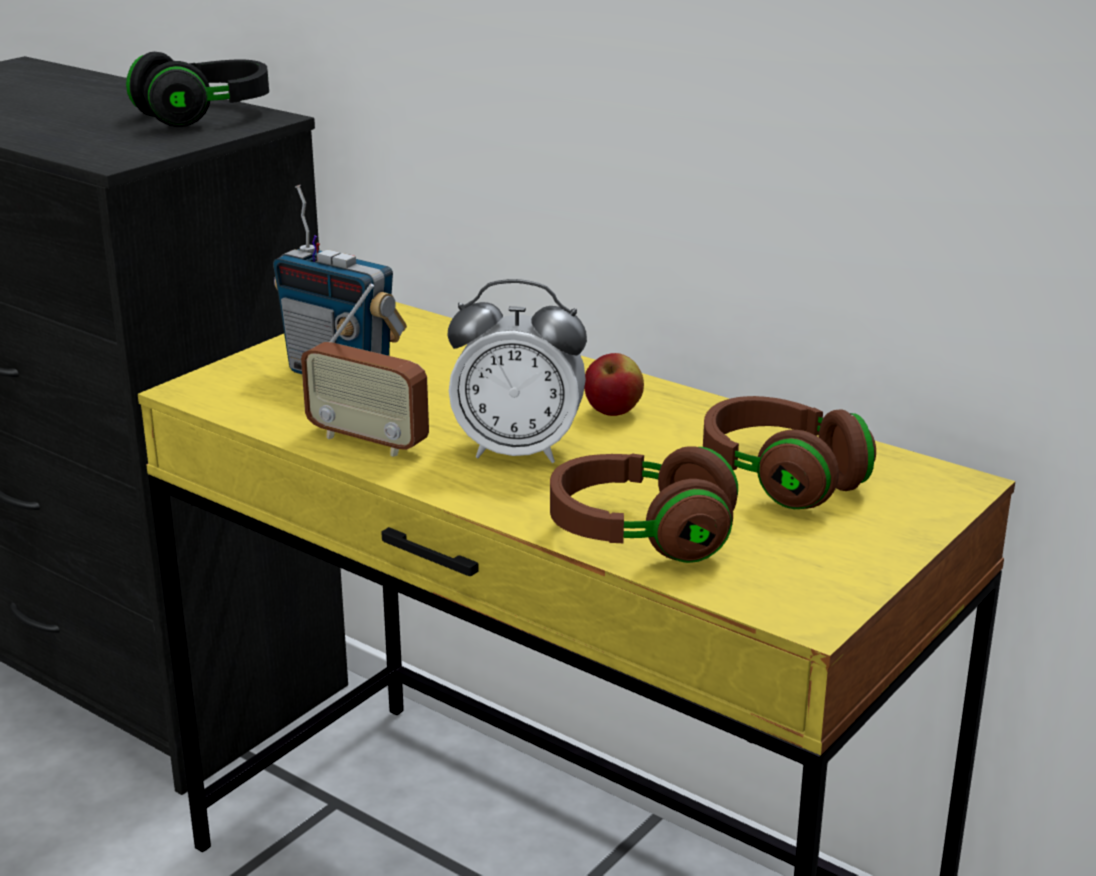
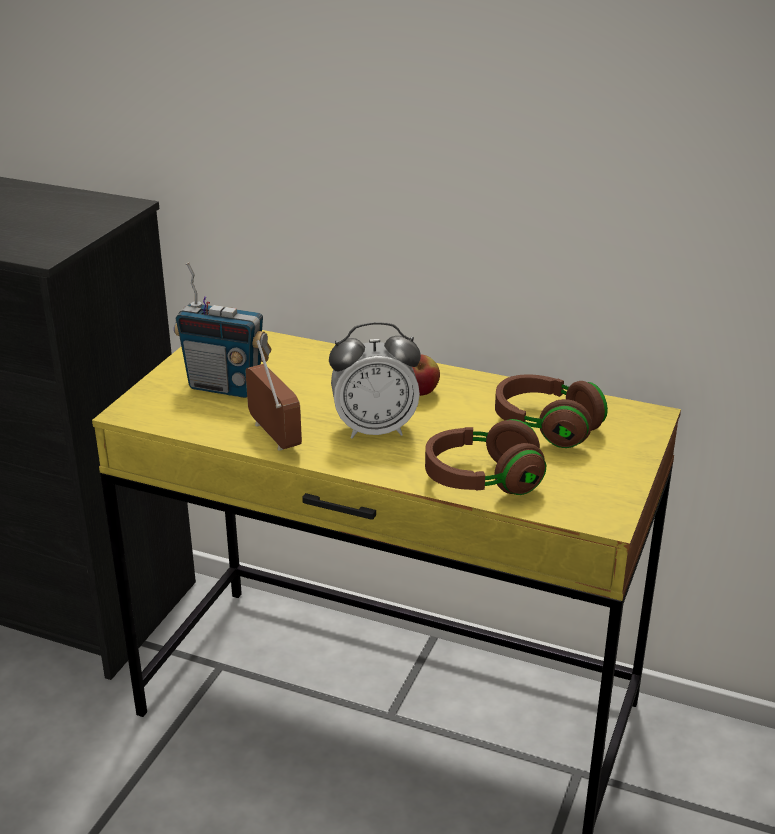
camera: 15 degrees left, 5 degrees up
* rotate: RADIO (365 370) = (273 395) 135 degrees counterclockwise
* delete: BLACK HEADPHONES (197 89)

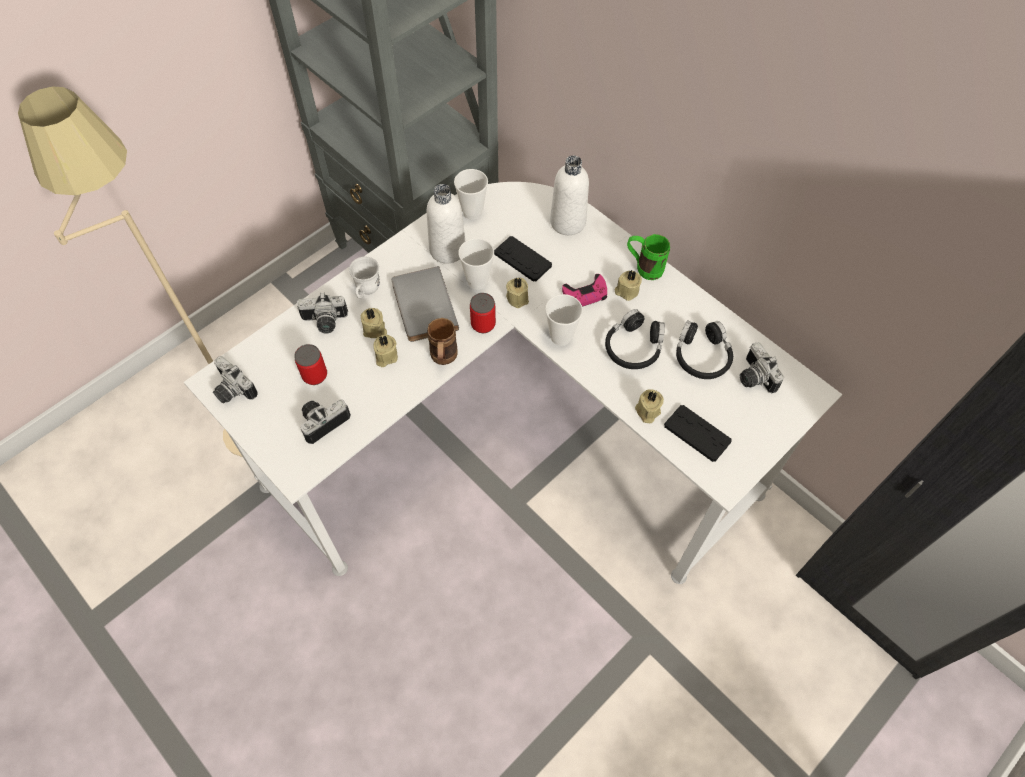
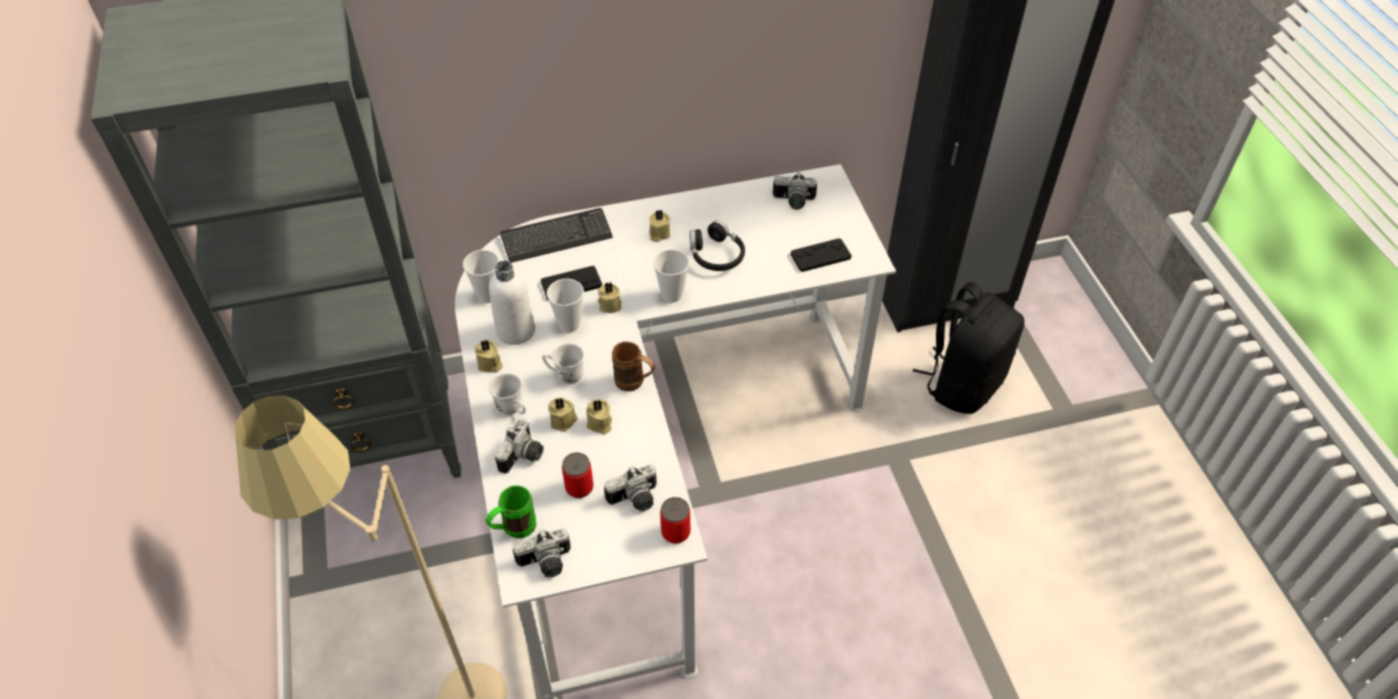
camera: 60 degrees left, 10 degrees down
* move: BEIGE CANDLE (649 406) to (489 355)
* move: GREEN MUG (648 257) to (511 512)
* replace: WHITE BOTTLE (569 195) to KEYBOARD (556 235)
* replace: GREY BOOK (425 304) to WHITE MUG (563 363)
* rotate: PHOTO CAMERA (325 421) = (630 488) 105 degrees counterclockwise
* move: CAN (483 313) to (675 520)
* insert: BLACK BACKPACK (969 348)
* delete: PINK GAME CONTROLLER (584 290)
* delete: BLACK HEADPHONES (704 350)

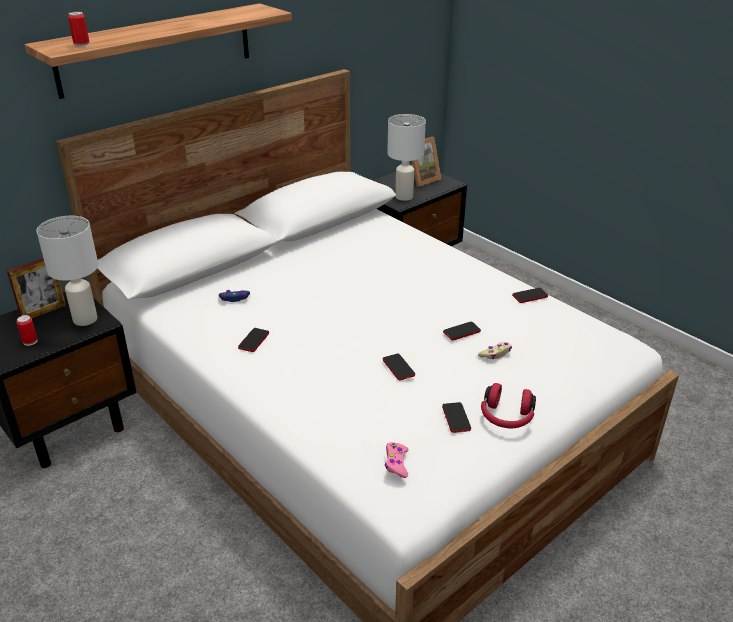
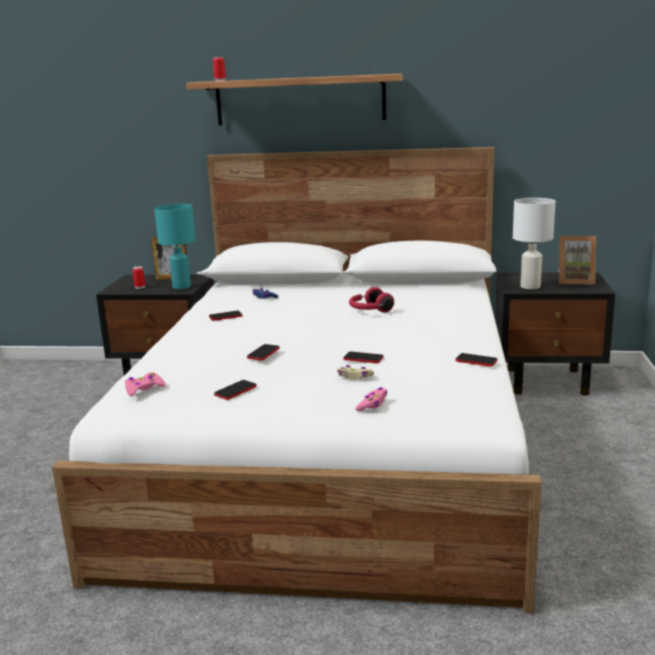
camera: 50 degrees right, 15 degrees down
* recolor: WHITE TABLE LAMP (67 271) to TURQUOISE TABLE LAMP (175 246)
* move: RED HEADPHONES (508 405) to (371 300)
* insert: PINK GAME CONTROLLER (371 399)

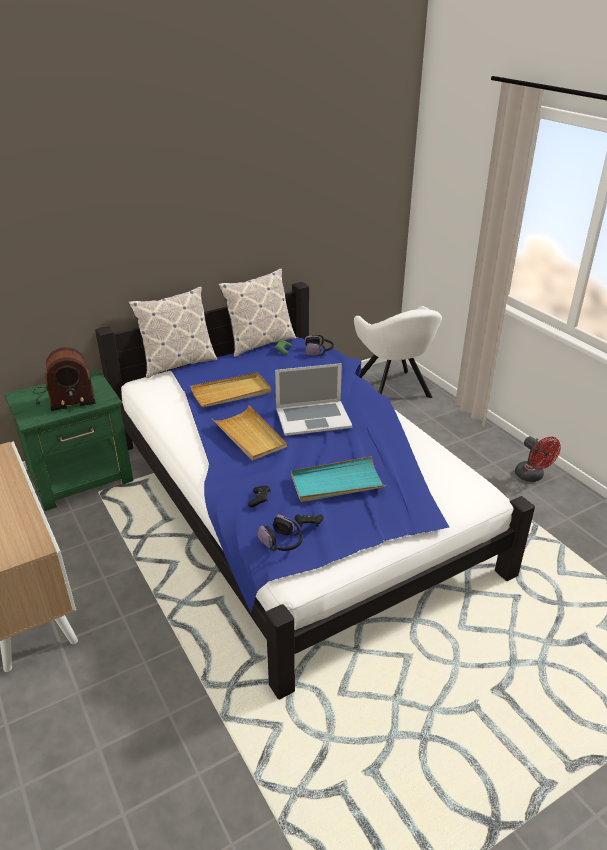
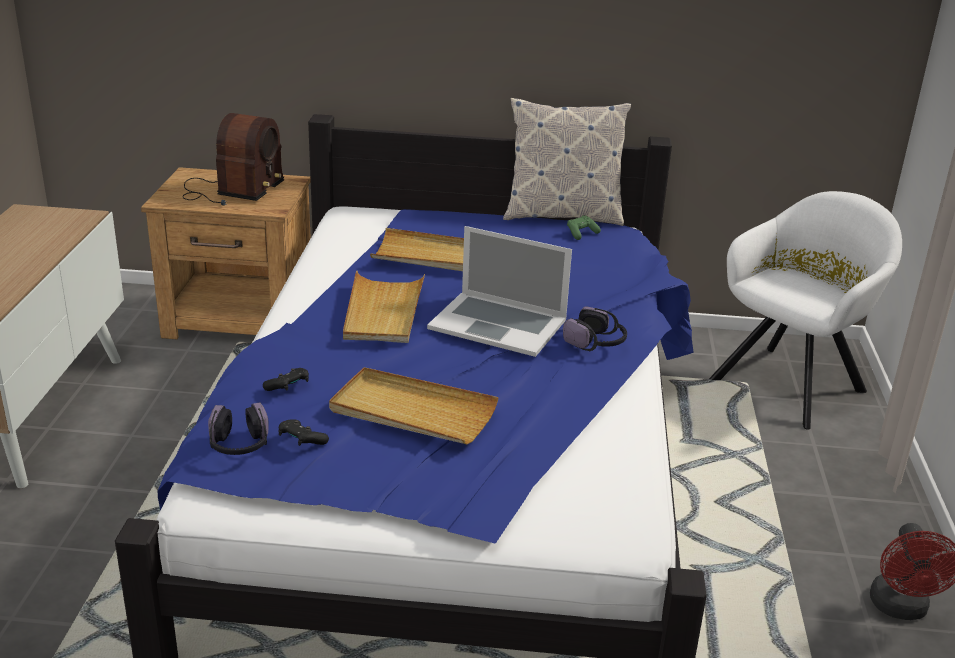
camera: 35 degrees right, 5 degrees down
* recolor: GREEN NIGHTSTAND (68 440) to BROWN NIGHTSTAND (226 253)
* rotate: RADIO (64 379) = (233 159) 90 degrees counterclockwise
* recolor: TURQUOISE TRAY (339 479) to BEIGE TRAY (414 405)
* move: HEADPHONES (319 345) to (595 328)
* rotate: WHITE ARMCHAIR (398 352) = (805 310) 150 degrees counterclockwise
* delete: PILLOW (172 332)

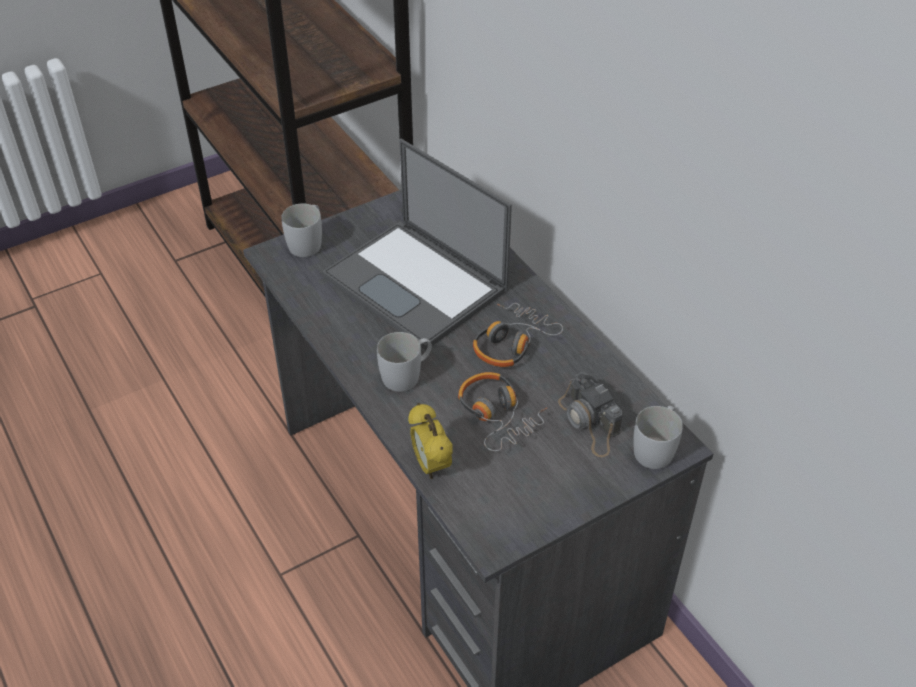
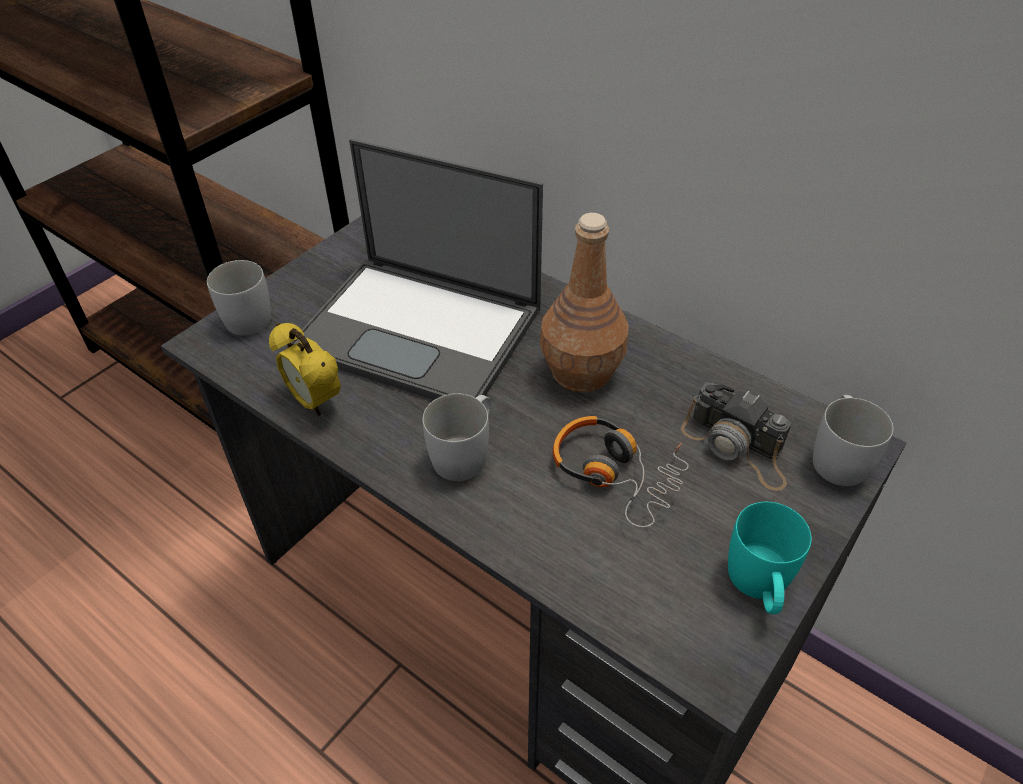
camera: 20 degrees left, 0 degrees up
* move: ALARM CLOCK (430 441) to (305 369)
* replace: HEADPHONES (518 335) to BROWN BOTTLE (584 302)
* insert: TURQUOISE MUG (770 558)

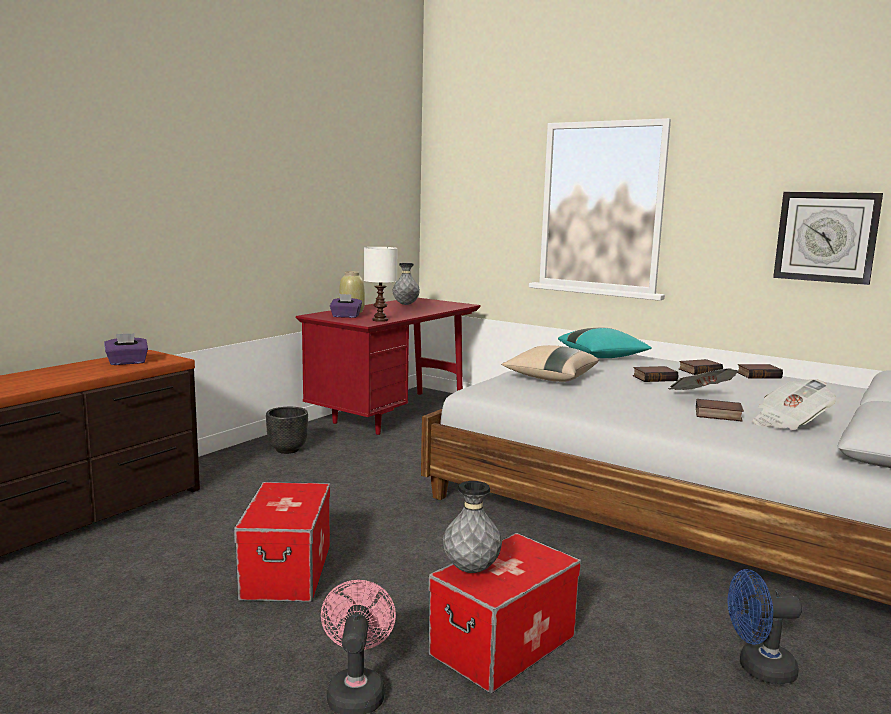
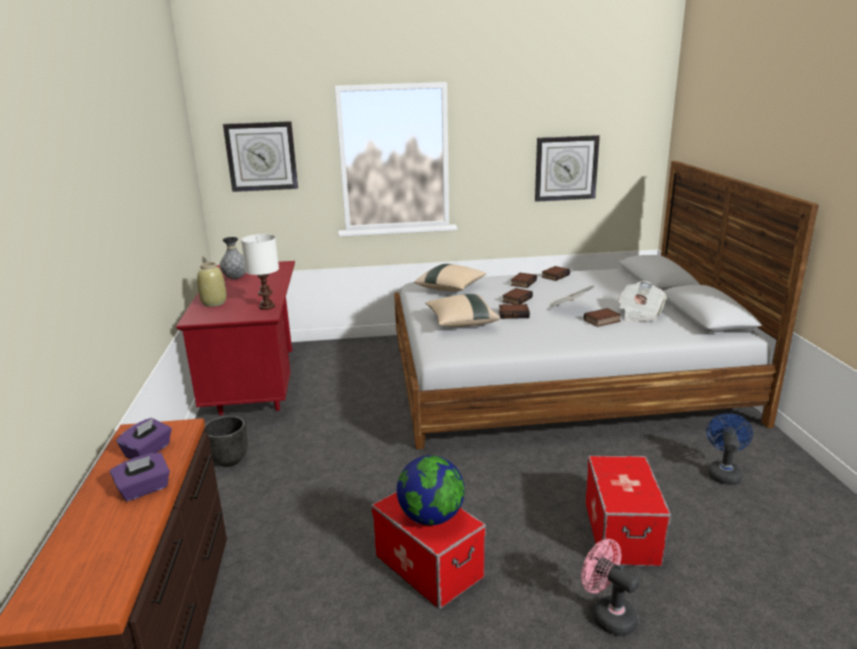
camera: 40 degrees left, 10 degrees up
* move: PURPLE TISSUE BOX (346 306) to (140 477)
* insert: WALL CLOCK (260 156)
* insert: GLOBE (431 490)
* recolor: TURQUOISE PILLOW (605 343) to BEIGE PILLOW (450 277)
* insert: BOOK (514 311)
* rotate: BLUE FAN (765 626) = (730 449) 150 degrees clockwise
* delete: GREY VASE (472 527)

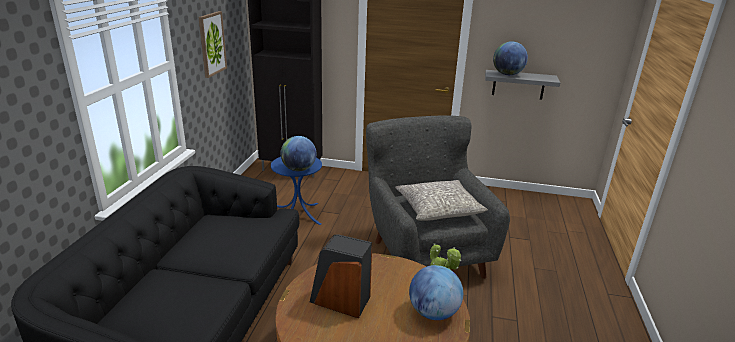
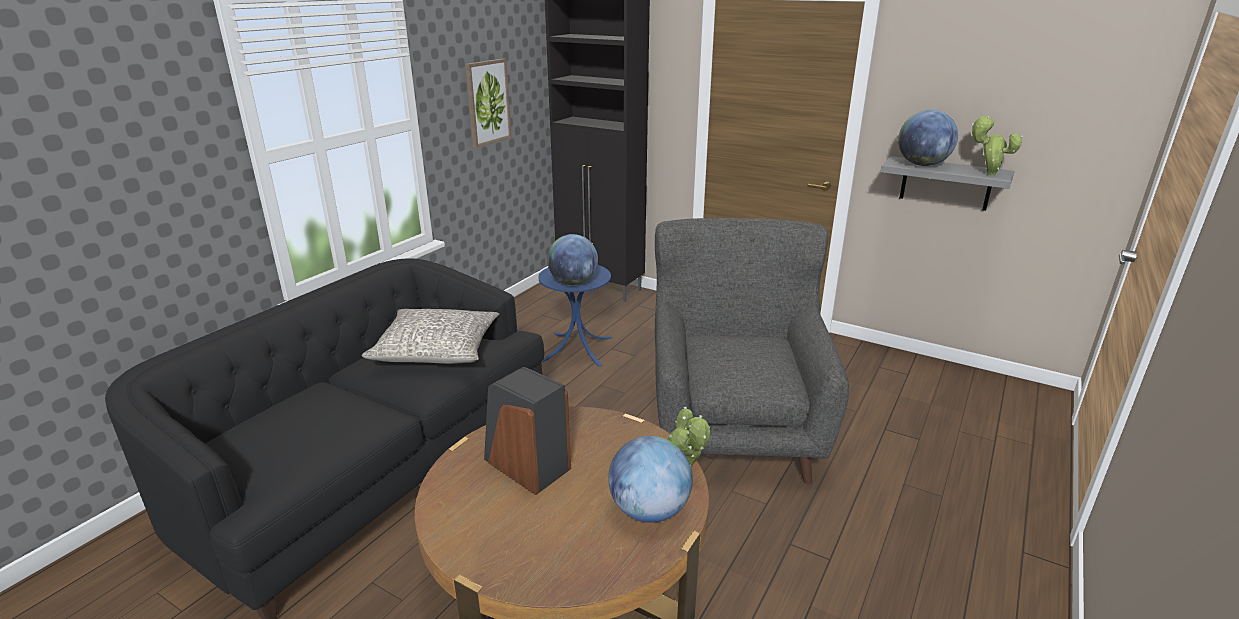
camera: 20 degrees right, 0 degrees up
* move: GREY PILLOW (441 200) to (430 336)
* insert: POTTED PLANT (997 145)

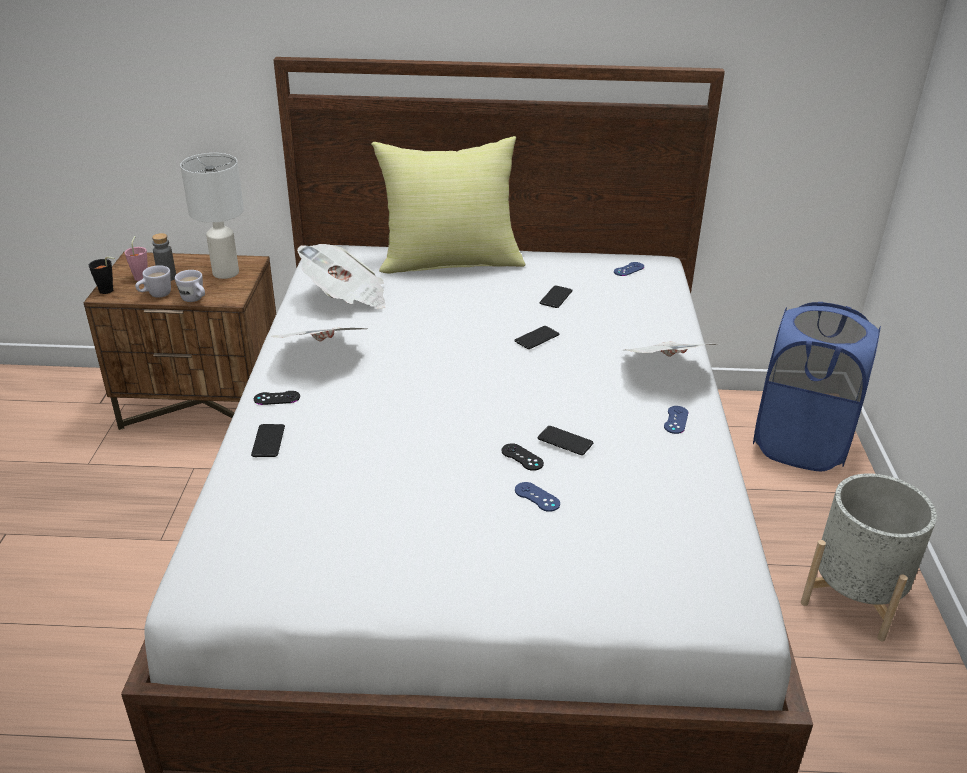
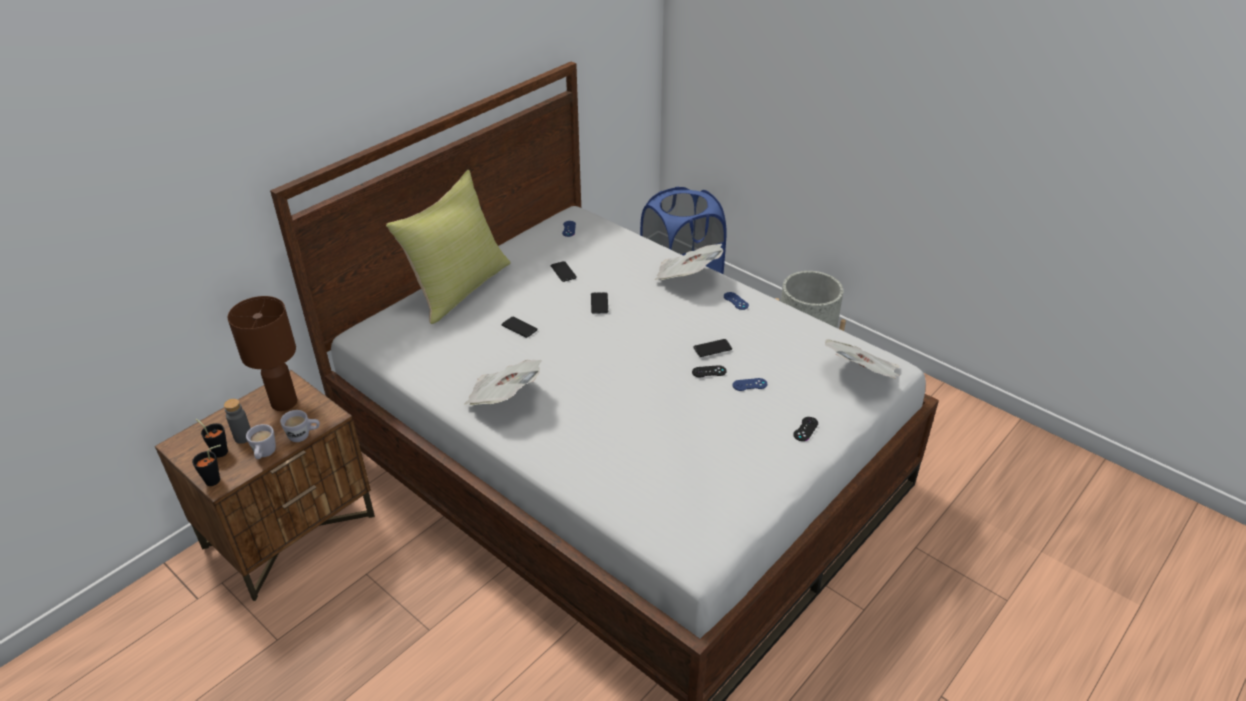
camera: 50 degrees left, 5 degrees up
* recolor: PINK CUP (136 258) to BLACK CUP (212 438)
* recolor: WHITE TABLE LAMP (212 216) to BROWN TABLE LAMP (262 353)
* move: PHONE (268 440) to (520 327)
* move: BLACK GAME CONTROLLER (277 398) to (805 429)
* move: NEWSPAPER (341 276) to (862 359)

